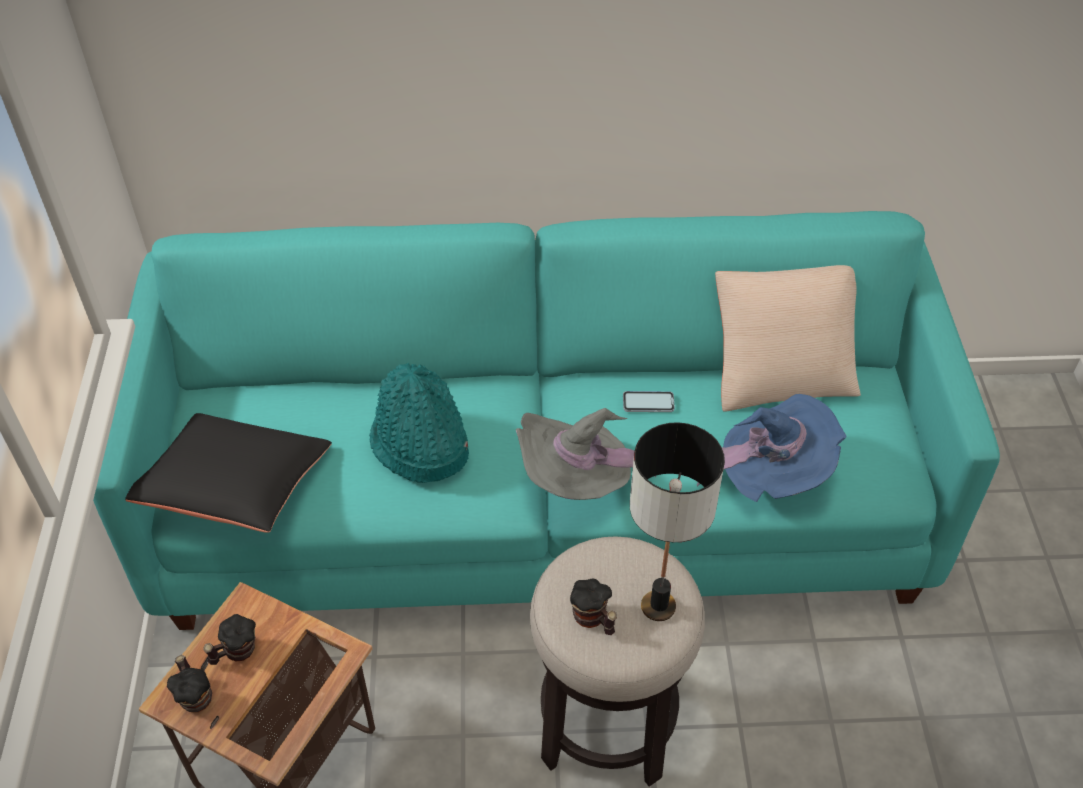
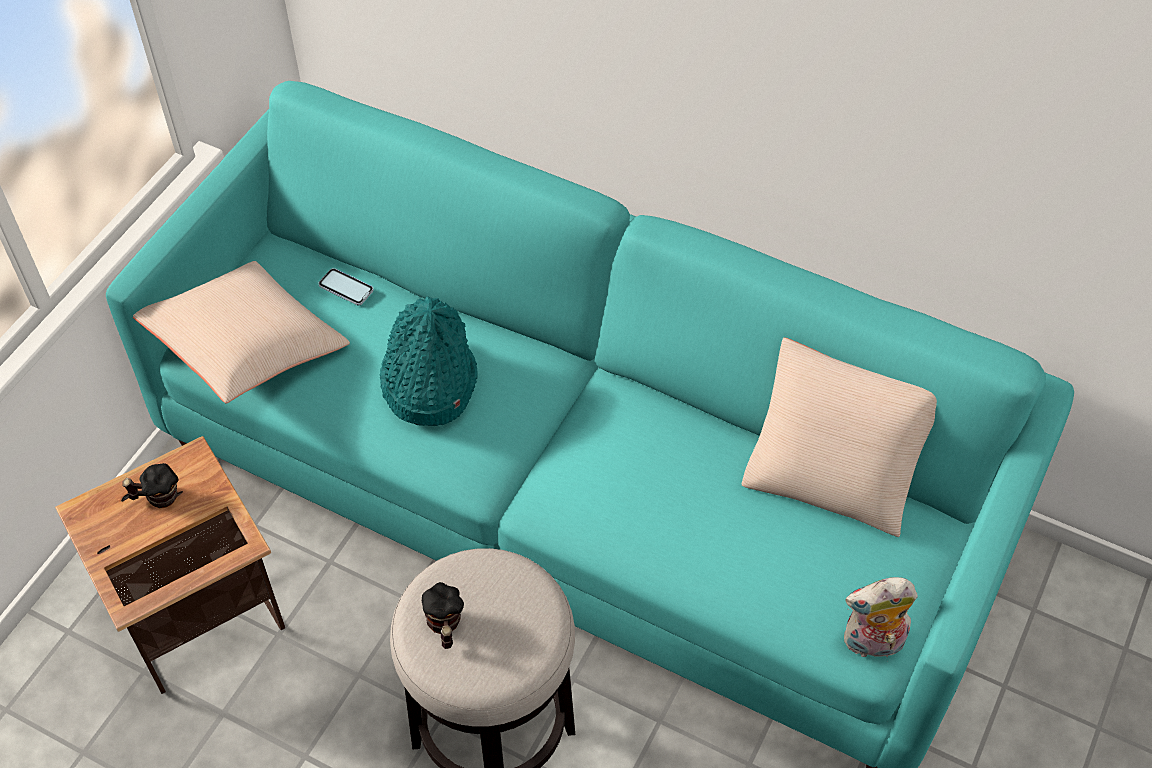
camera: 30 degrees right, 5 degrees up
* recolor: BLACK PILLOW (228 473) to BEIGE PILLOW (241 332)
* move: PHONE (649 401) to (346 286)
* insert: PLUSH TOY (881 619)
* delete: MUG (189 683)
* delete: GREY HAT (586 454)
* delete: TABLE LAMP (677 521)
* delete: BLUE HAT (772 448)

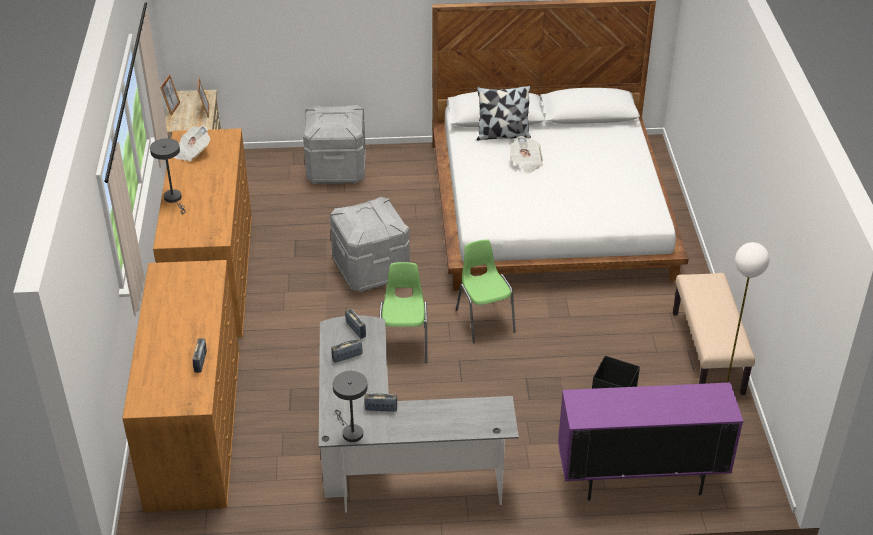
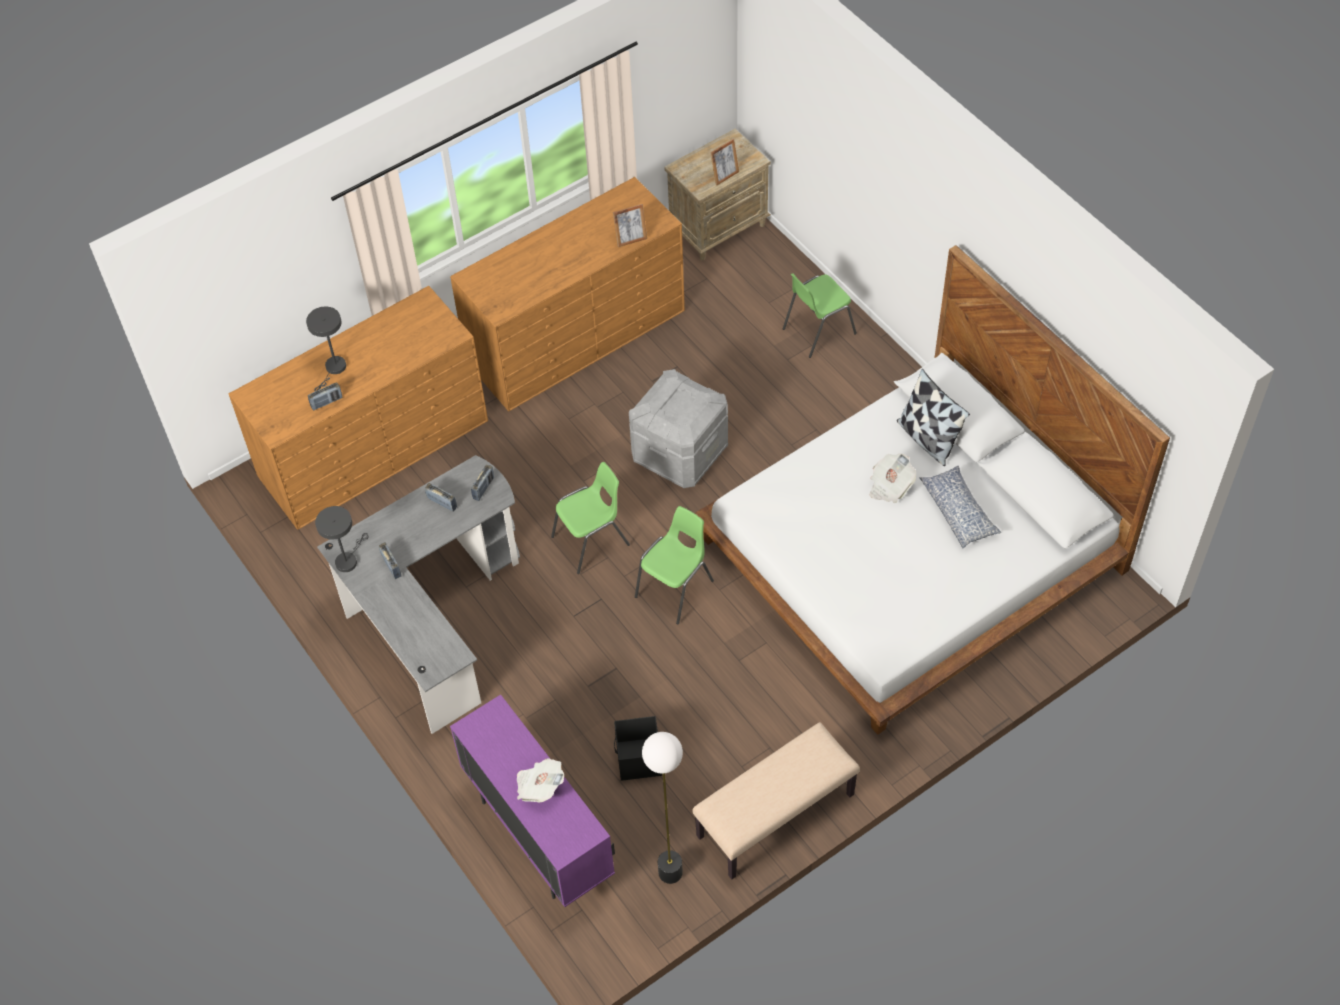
camera: 60 degrees right, 15 degrees up
* move: GREY TABLE LAMP (168 176) to (326 348)
* move: NEWSPAPER (192 144) to (540 780)
* move: PICTURE FRAME (170 95) to (630 225)
* replace: GREY STORAGE BOX (334 144) to GREEN CHAIR (820 315)
* insert: PILLOW (960 507)

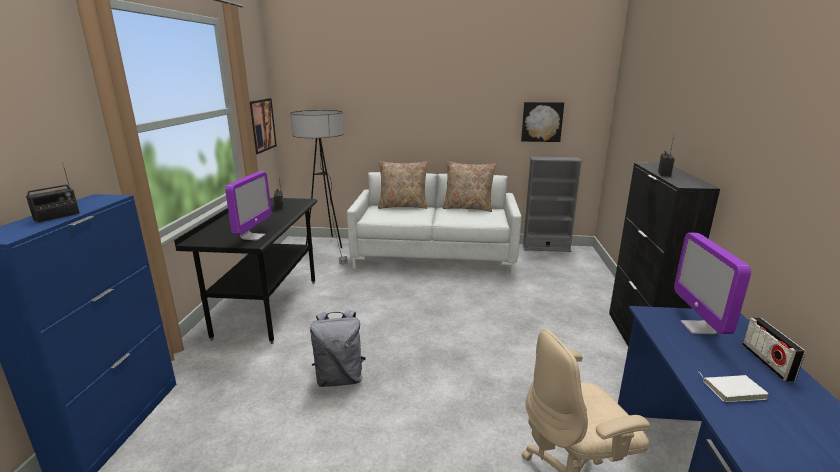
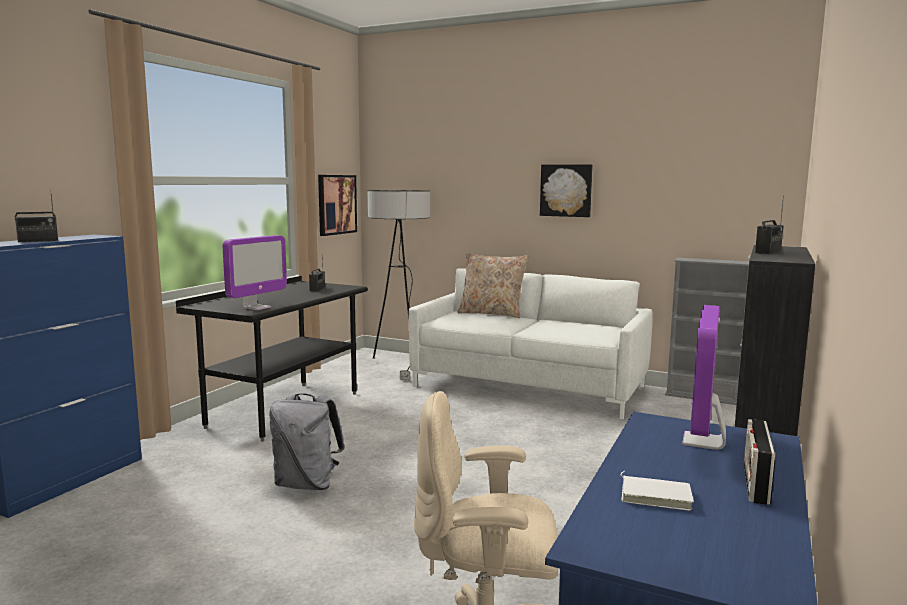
camera: 20 degrees right, 10 degrees down
* move: PICTURE (542 122) to (566 190)
* delete: BEIGE PILLOW (469 186)

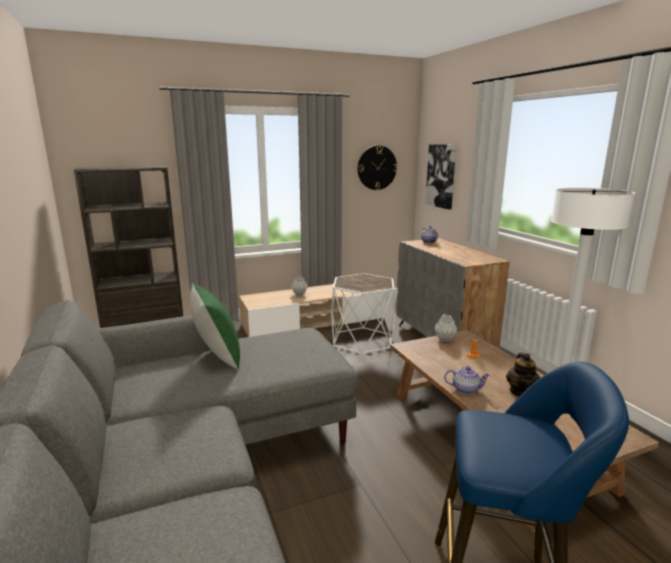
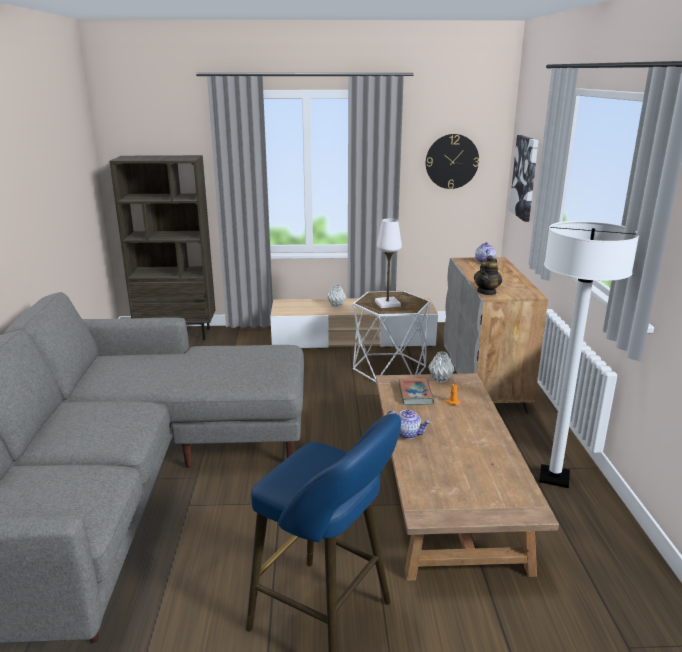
camera: 20 degrees right, 5 degrees up
* insert: WHITE TABLE LAMP (388 263)
* insert: BOOK (416 391)
* move: TEAPOT (523 375) to (488 275)
* delete: GREEN PILLOW (215 326)

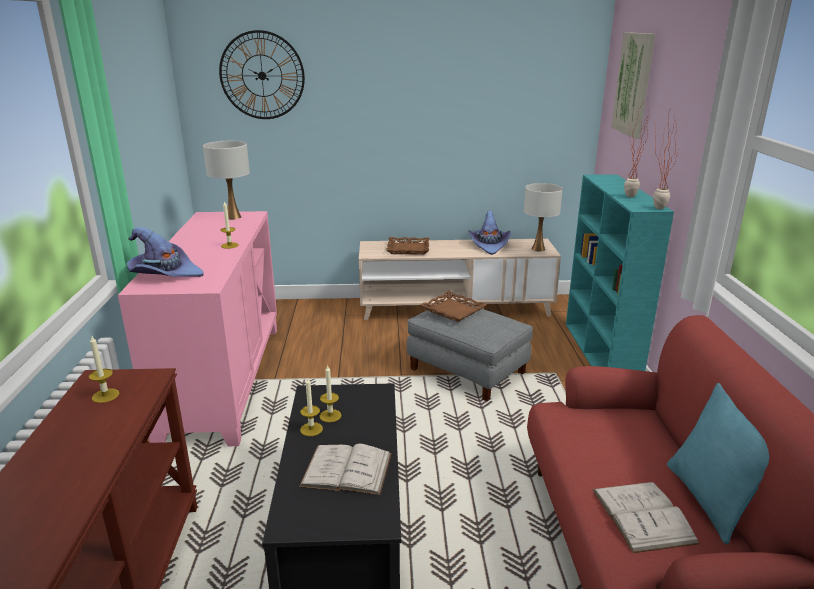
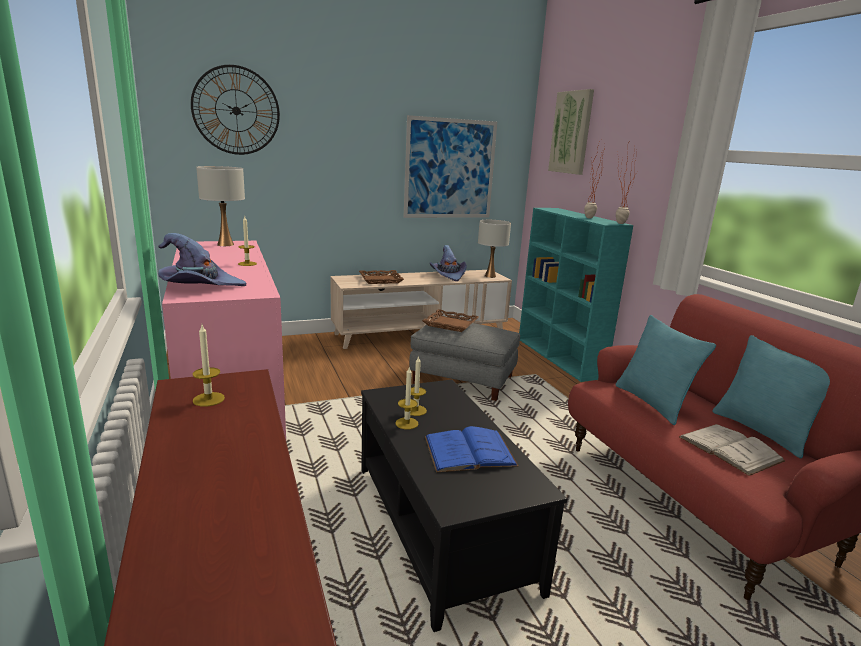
camera: 20 degrees left, 5 degrees down
* insert: PICTURE (450 166)
* recolor: WHITE BOOK (345 469) to BLUE BOOK (472 449)
* insert: TURQUOISE PILLOW (665 370)

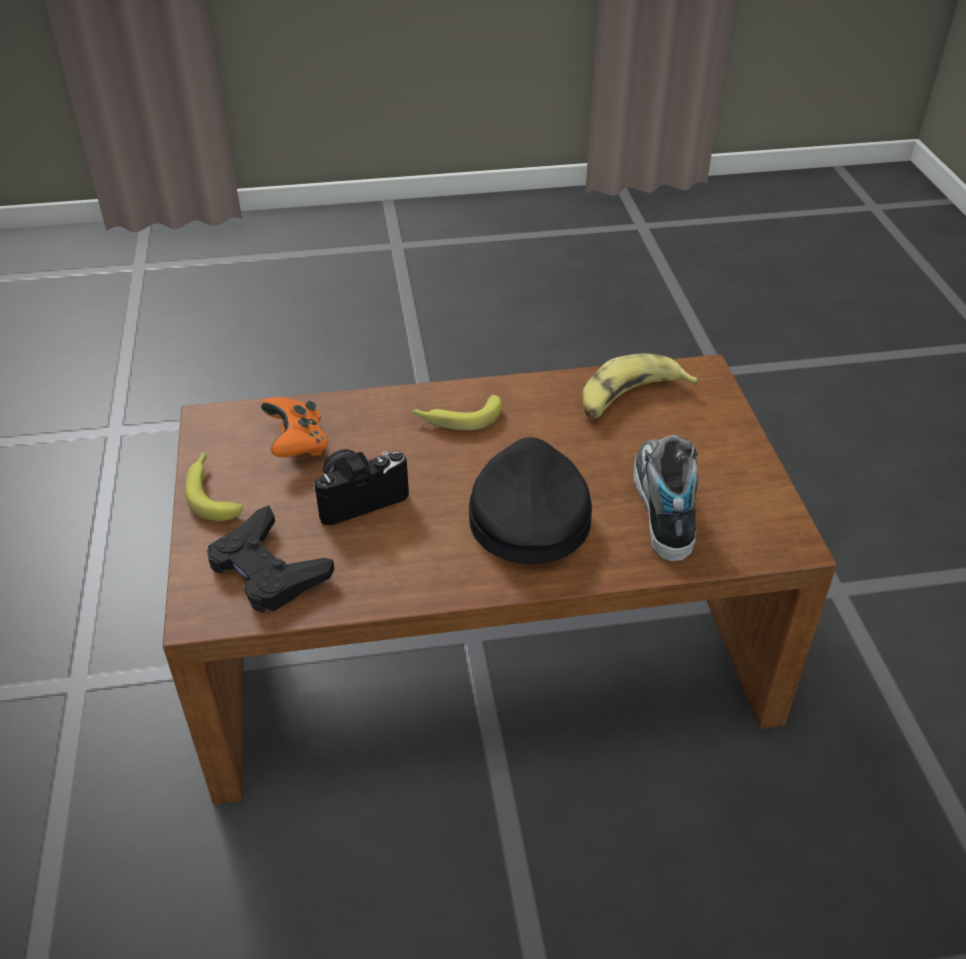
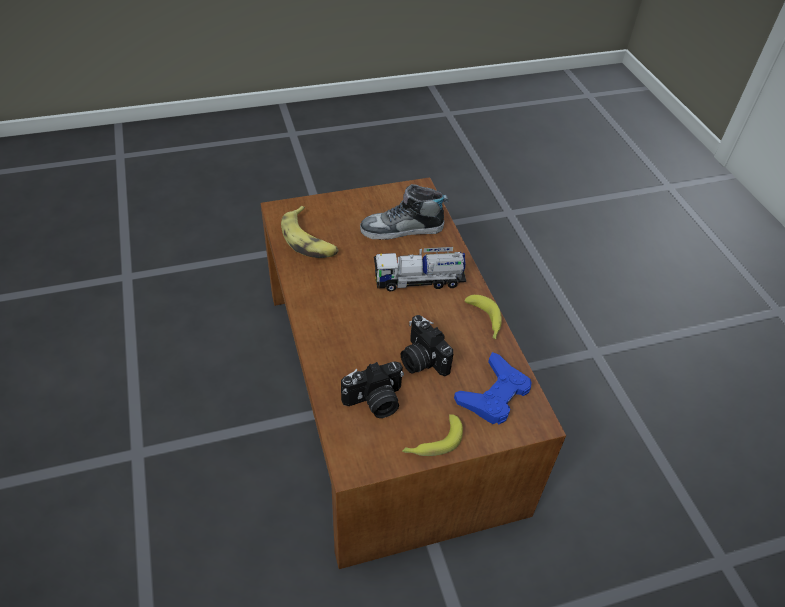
camera: 100 degrees left, 5 degrees up
* replace: ORANGE GAME CONTROLLER (294 427) to PHOTO CAMERA (372 389)
* replace: BLACK CAP (530 500) to TOY TRUCK (420 269)
* recolor: BLACK GAME CONTROLLER (270 559) to BLUE GAME CONTROLLER (493 388)
* move: BANANA (456 412) to (483 317)

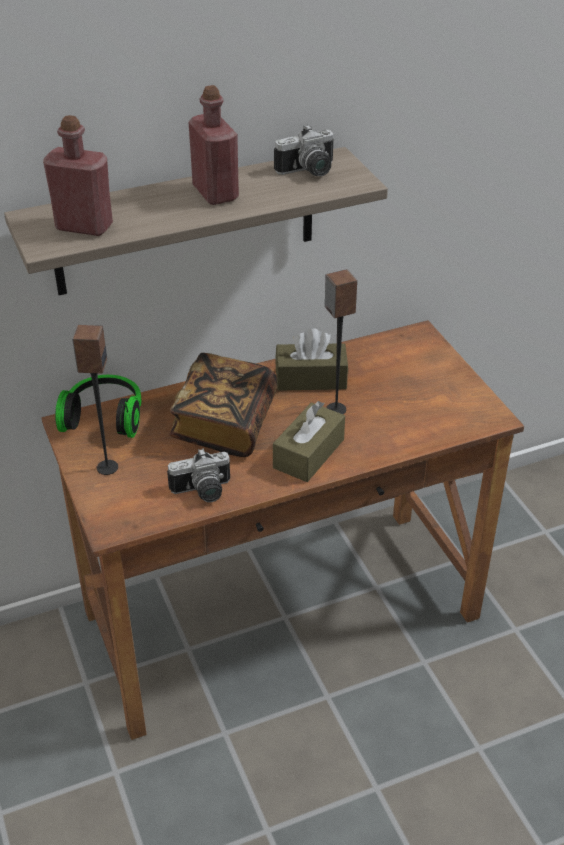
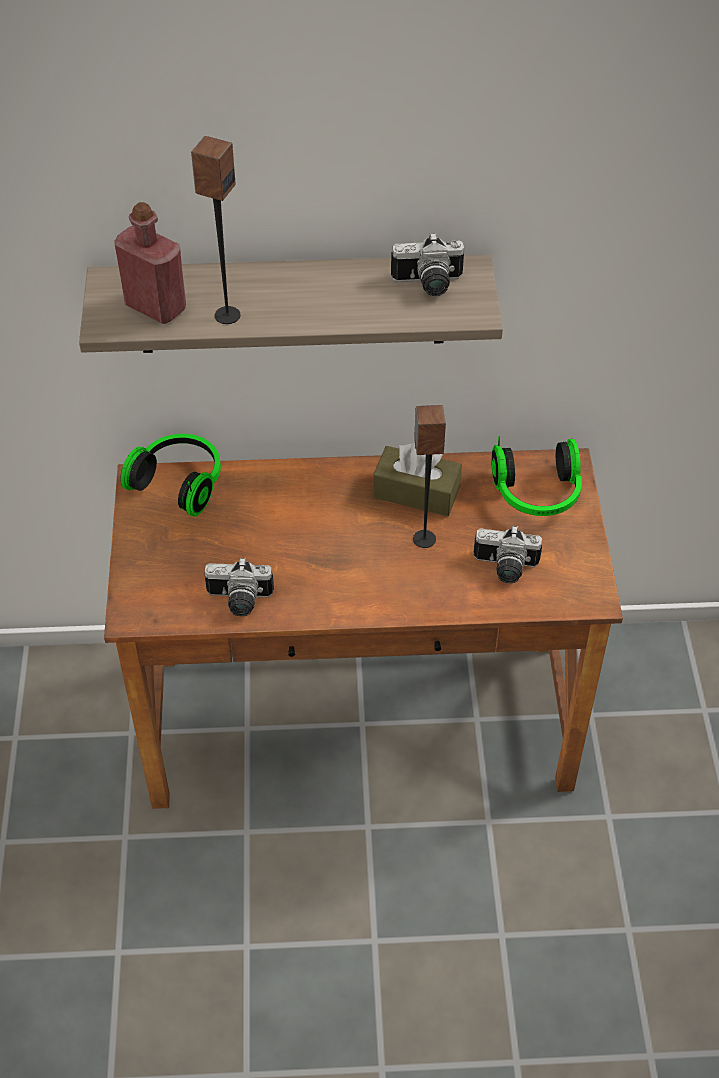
camera: 20 degrees right, 10 degrees up
* move: SPEAKER (95 400) to (216 230)
* insert: PHOTO CAMERA (508 554)
* insert: HEADPHONES (536 476)
* delete: BOOK (223 405)
* delete: RED BOTTLE (214 145)
* delete: BROWN TISSUE BOX (309 441)

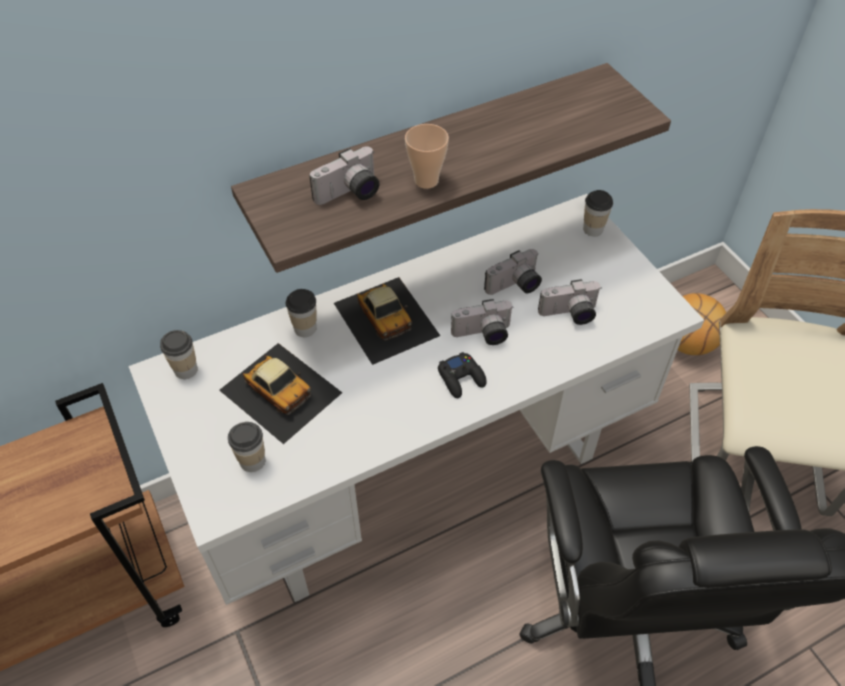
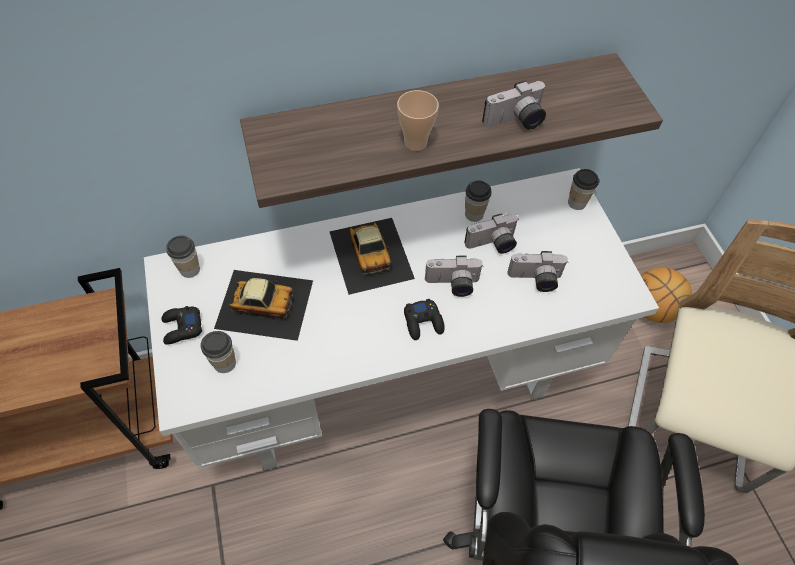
camera: 10 degrees right, 5 degrees up
* insert: BLACK GAME CONTROLLER (181 325)
* rotate: TOY CAR (280 393) = (263 305) 45 degrees counterclockwise
* move: CUP (301 313) to (478 201)
* move: PHOTO CAMERA (344 175) to (514 105)

